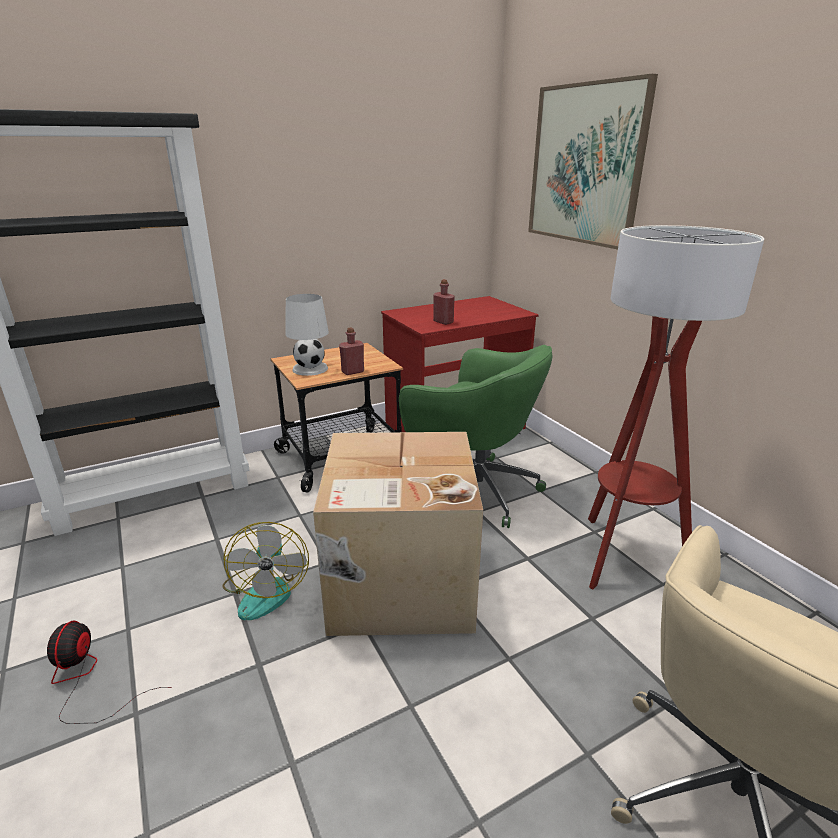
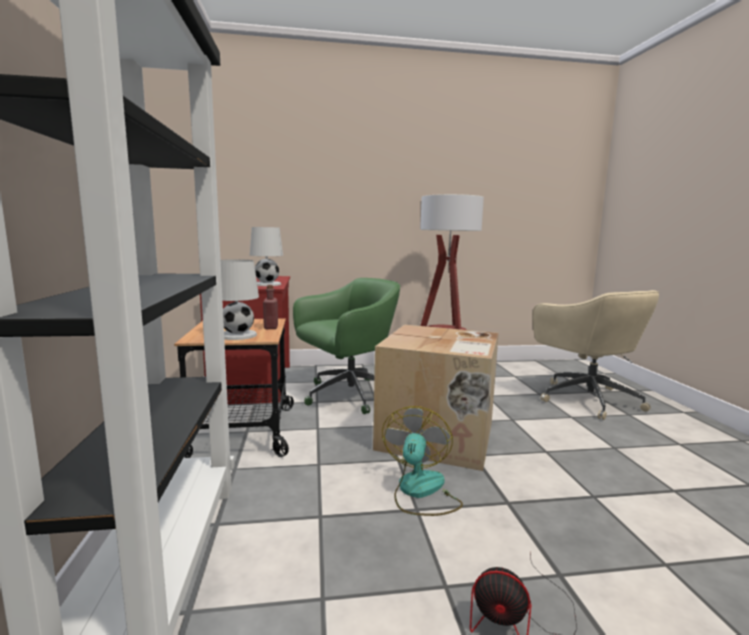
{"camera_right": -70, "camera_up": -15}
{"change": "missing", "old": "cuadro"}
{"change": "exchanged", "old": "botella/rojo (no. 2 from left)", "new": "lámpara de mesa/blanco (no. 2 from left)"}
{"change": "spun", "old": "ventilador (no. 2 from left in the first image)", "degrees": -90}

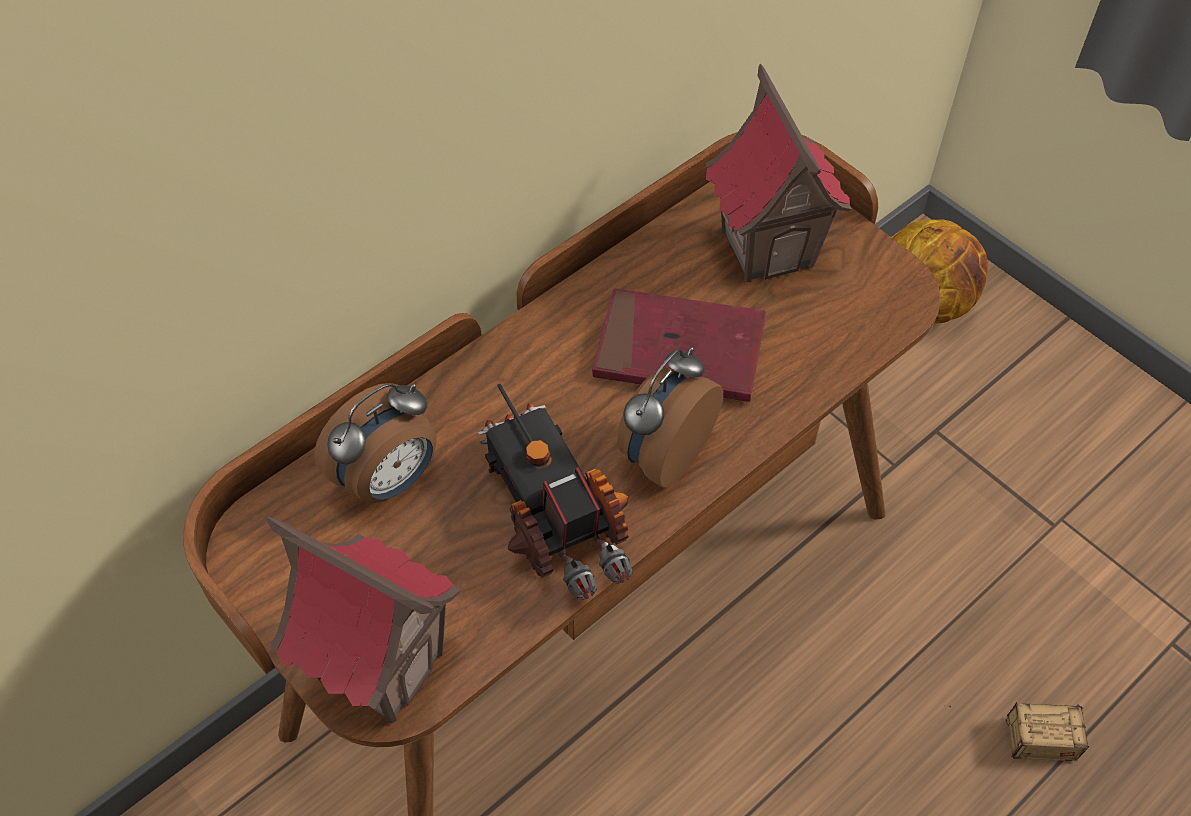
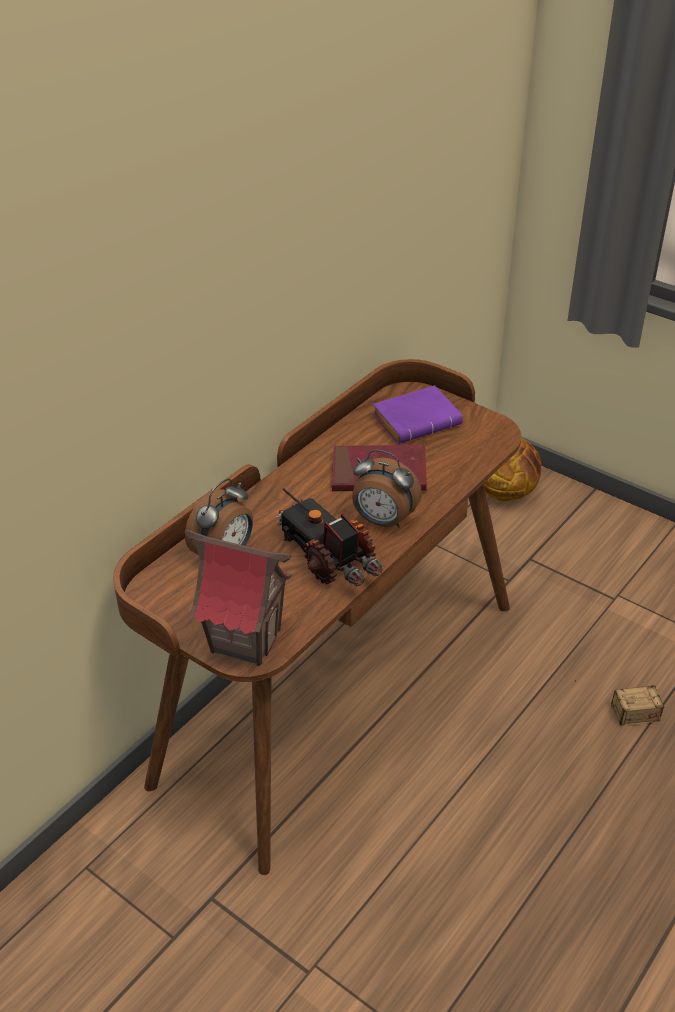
{"camera_right": -10, "camera_up": -15}
{"change": "exchanged", "old": "casita (no. 2 from left)", "new": "libro/morado"}
{"change": "spun", "old": "despertador (no. 2 from left)", "degrees": -90}

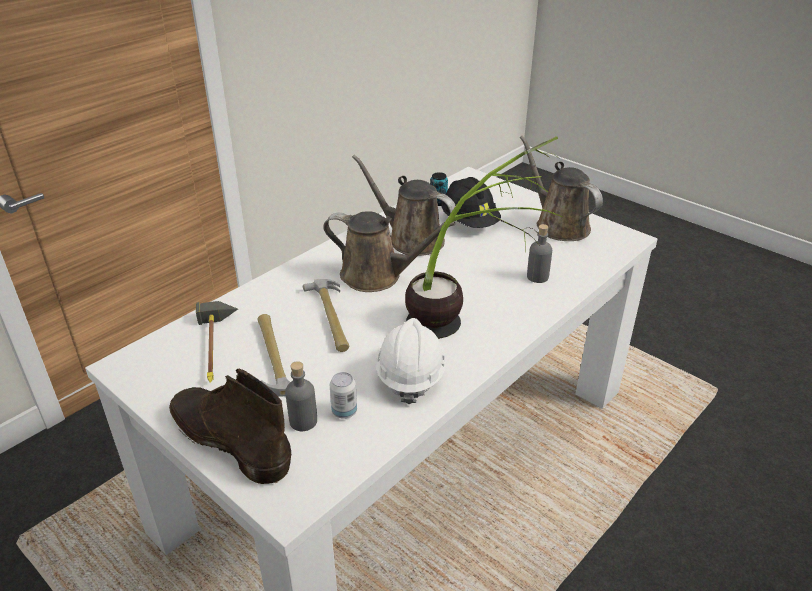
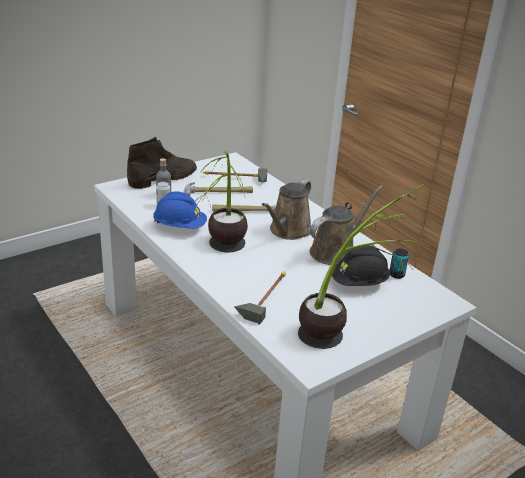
{"camera_right": 100, "camera_up": -5}
{"change": "exchanged", "old": "regadera/marrón (no. 3 from left)", "new": "planta en maceta (no. 2 from left)"}
{"change": "exchanged", "old": "botella/gris (no. 2 from left)", "new": "martillo (no. 4 from left)"}
{"change": "colour", "old": "casco/blanco", "new": "casco/azul"}

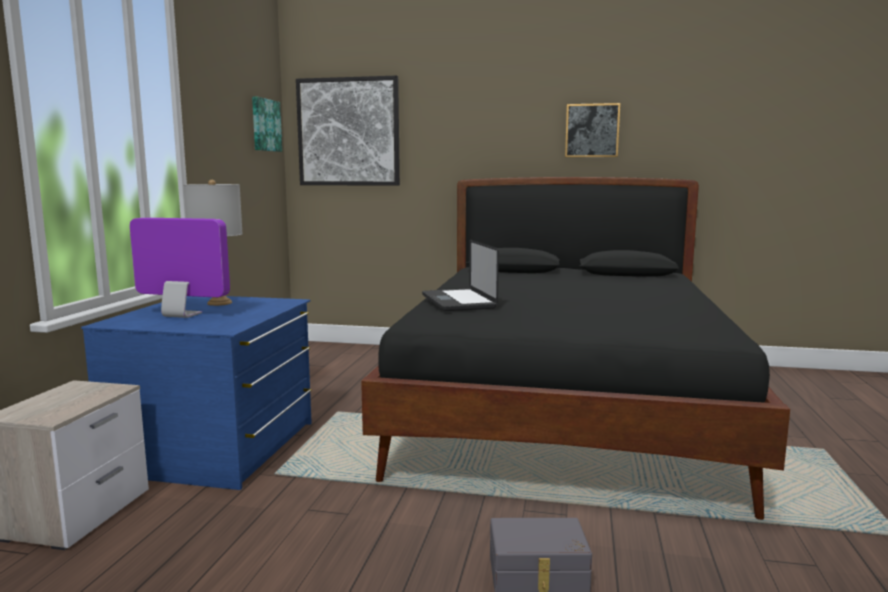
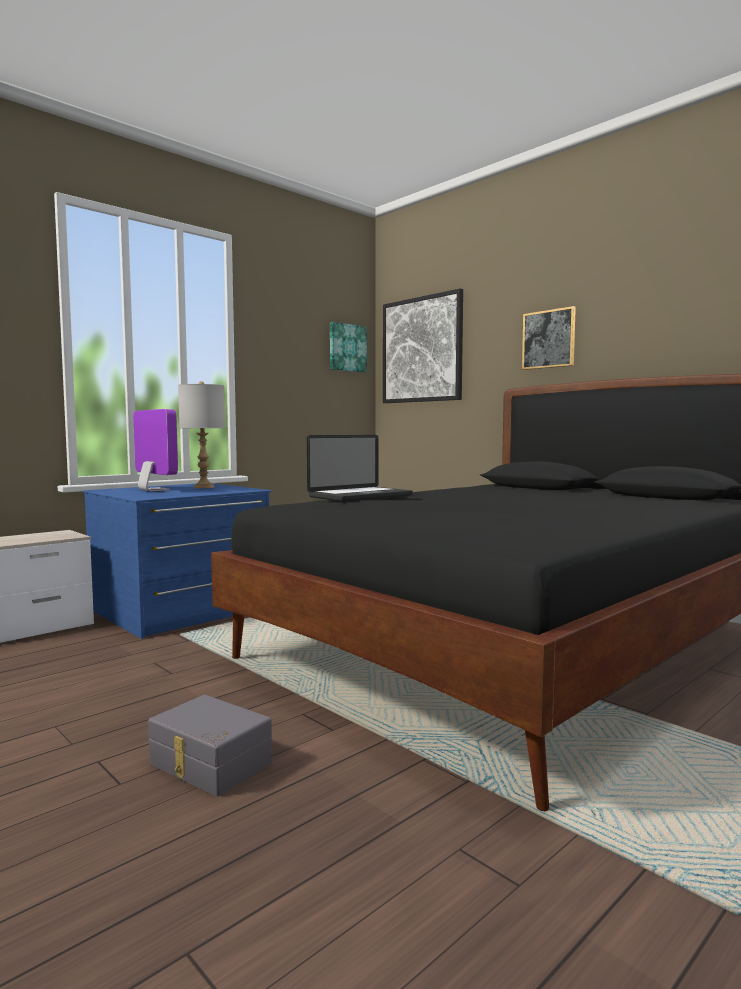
{"camera_right": 35, "camera_up": -5}
{"change": "relocated", "old": "cuadro (no. 3 from left)"}
{"change": "spun", "old": "portátil", "degrees": -150}

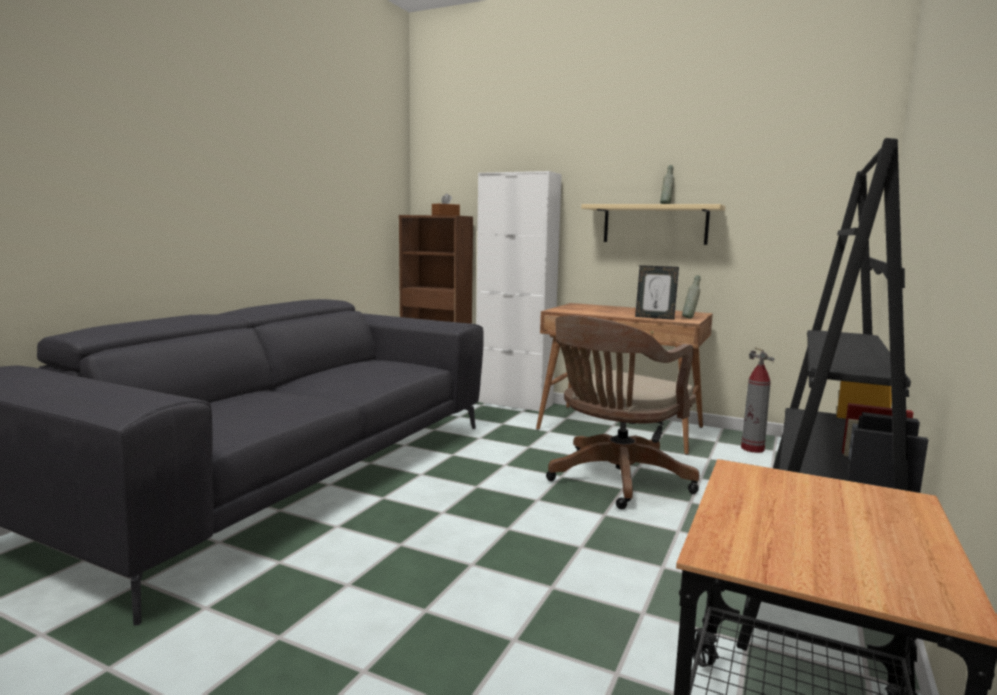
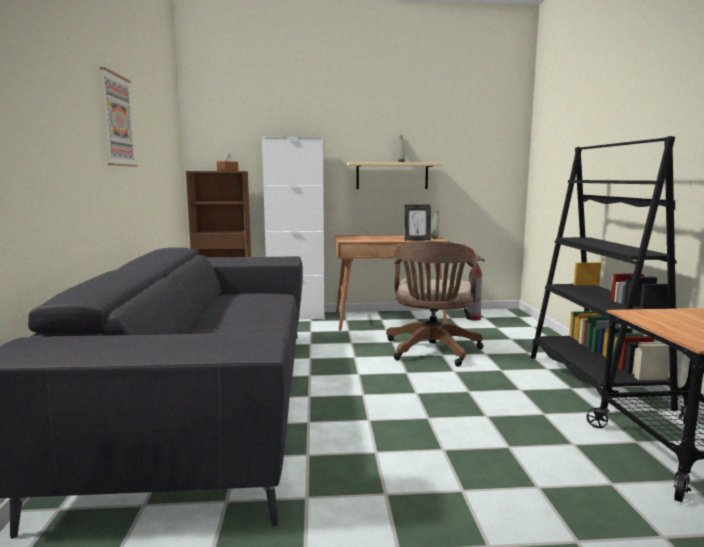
{"camera_right": -30, "camera_up": 0}
{"change": "appeared", "new": "cuadro"}

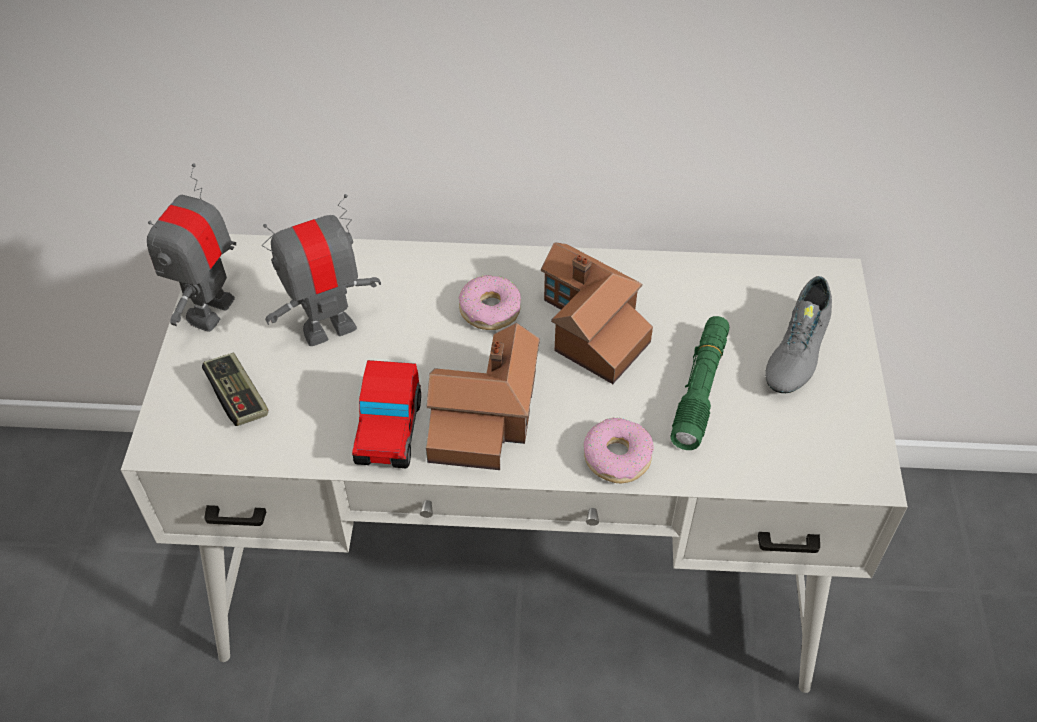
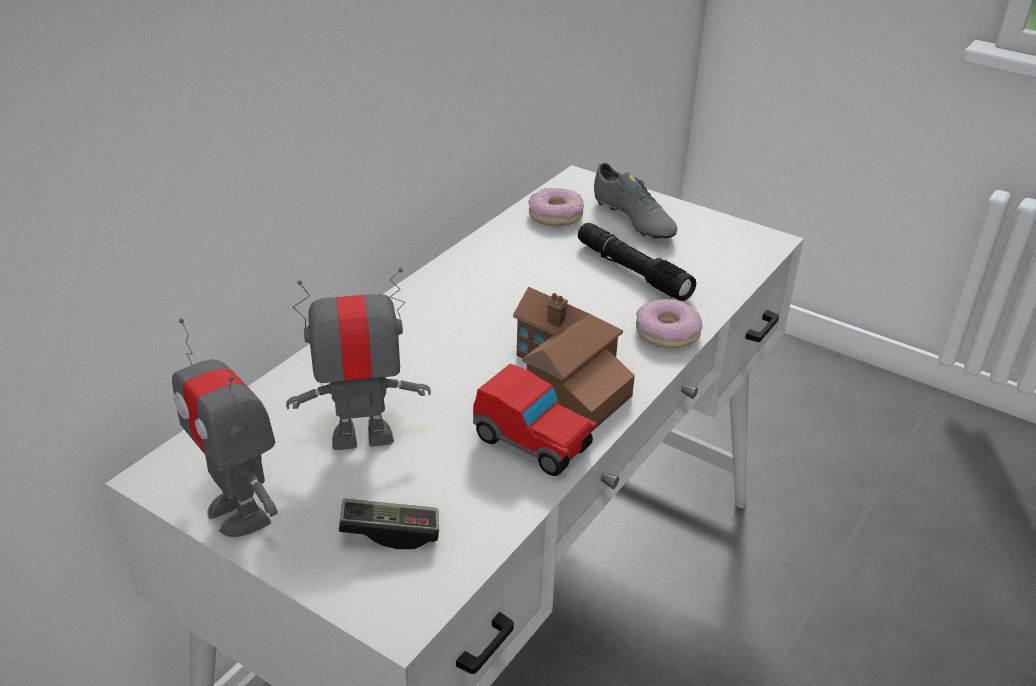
{"camera_right": -60, "camera_up": -15}
{"change": "spun", "old": "robot de juguete (no. 2 from left)", "degrees": 75}
{"change": "missing", "old": "casita (no. 2 from left)"}
{"change": "relocated", "old": "rosquilla (no. 1 from left)"}
{"change": "colour", "old": "linterna/verde", "new": "linterna/negro"}

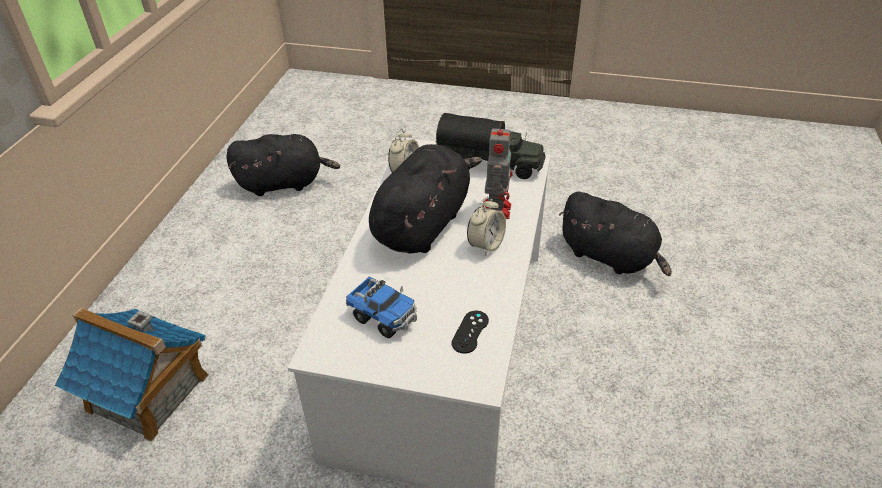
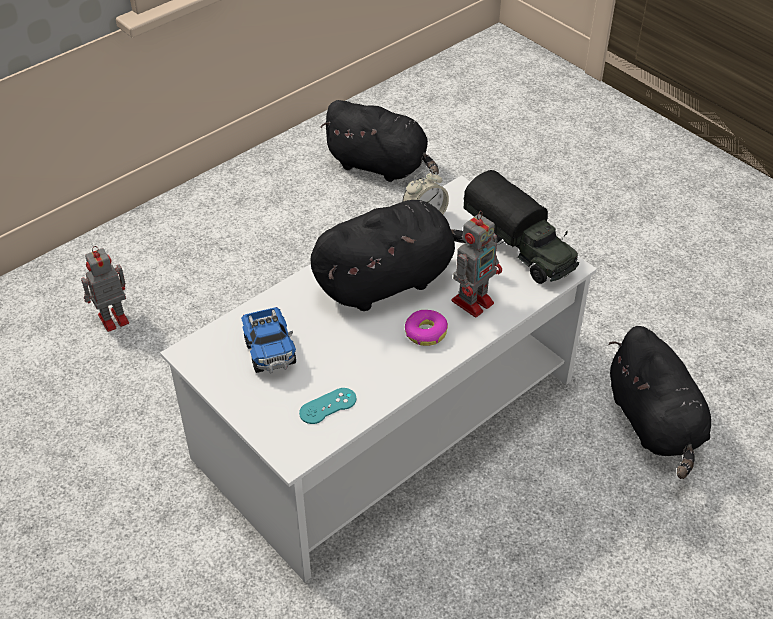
{"camera_right": 35, "camera_up": 5}
{"change": "exchanged", "old": "despertador (no. 2 from left)", "new": "rosquilla"}
{"change": "exchanged", "old": "casita", "new": "robot de juguete (no. 1 from left)"}
{"change": "colour", "old": "mando de consola/negro", "new": "mando de consola/turquesa"}

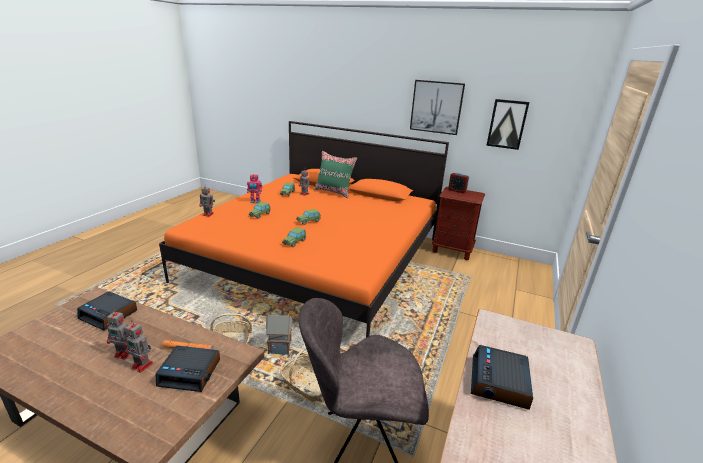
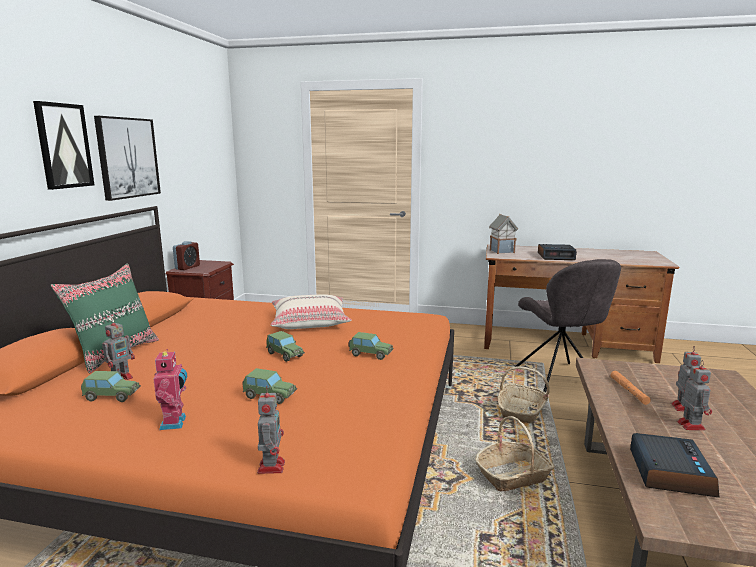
{"camera_right": -100, "camera_up": -10}
{"change": "relocated", "old": "cuadro (no. 2 from left in the first image)", "new": "cuadro (no. 1 from left)"}
{"change": "relocated", "old": "casita"}
{"change": "missing", "old": "despertador (no. 2 from left)"}
{"change": "appeared", "new": "cojín/beis"}

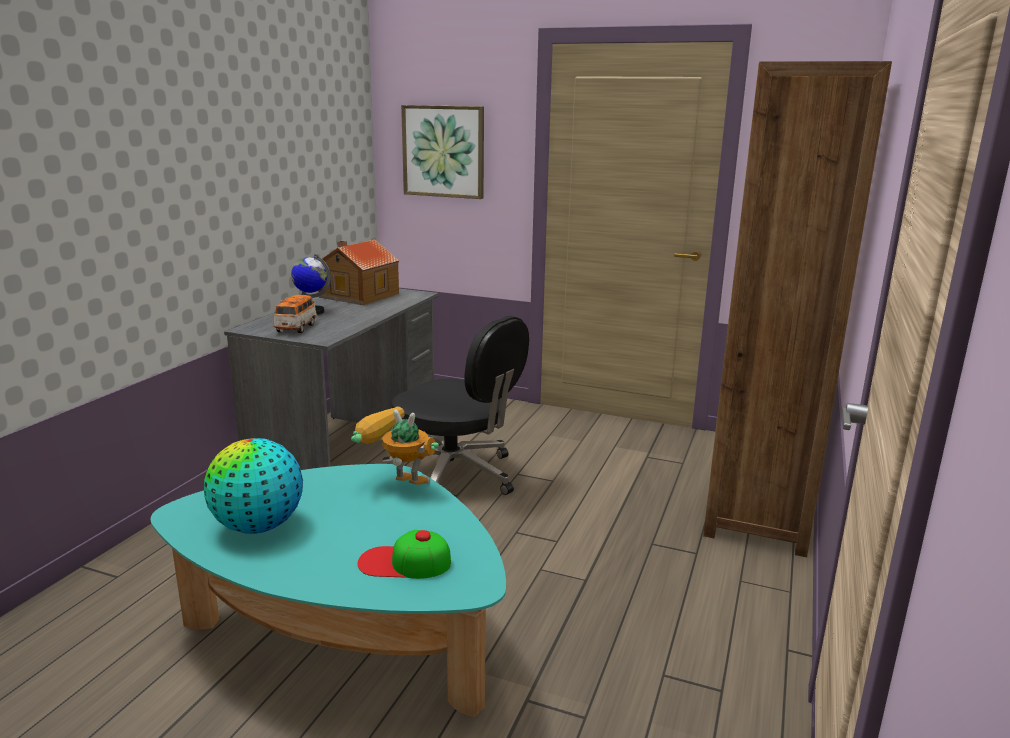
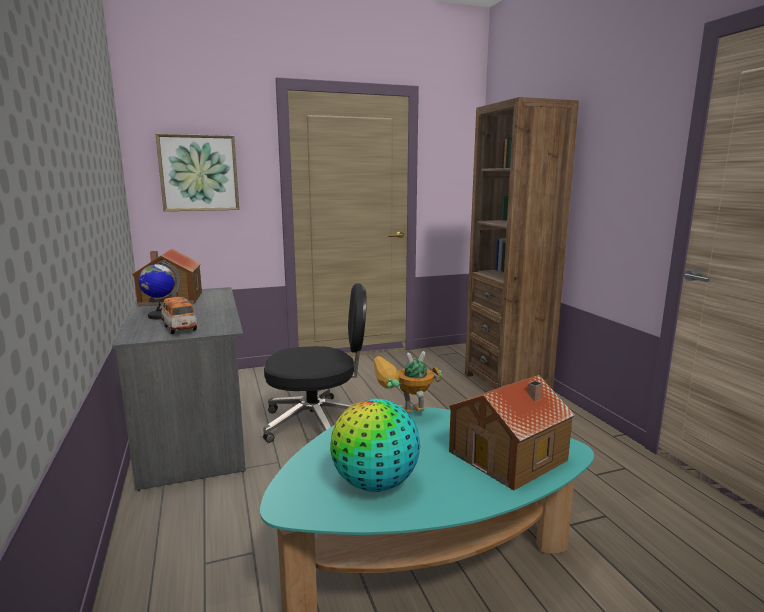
{"camera_right": -40, "camera_up": -5}
{"change": "exchanged", "old": "gorra", "new": "casita (no. 2 from left)"}

